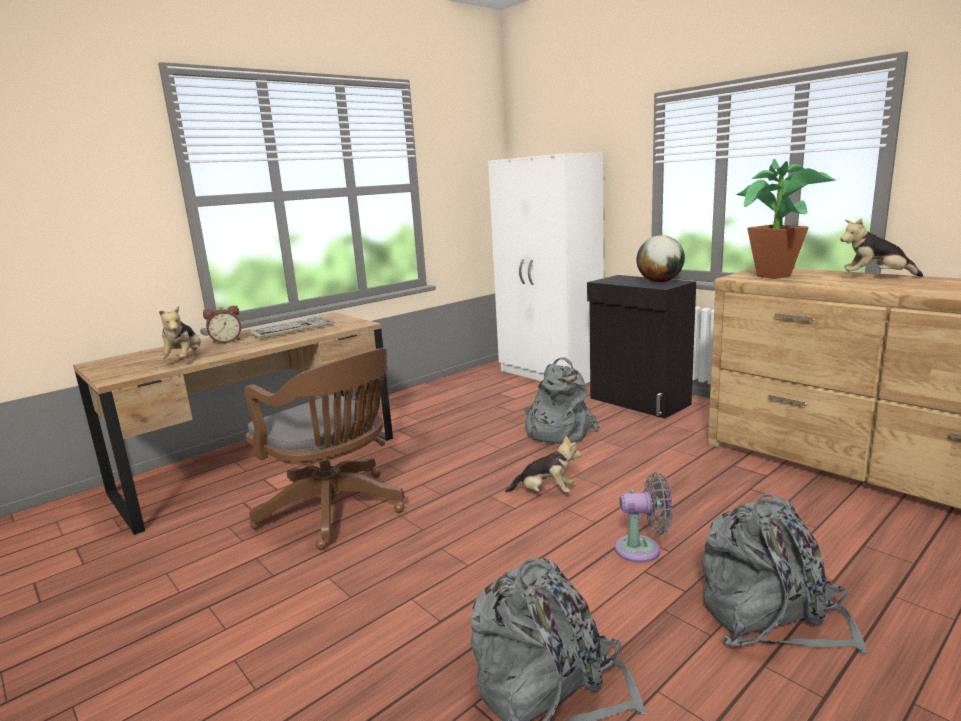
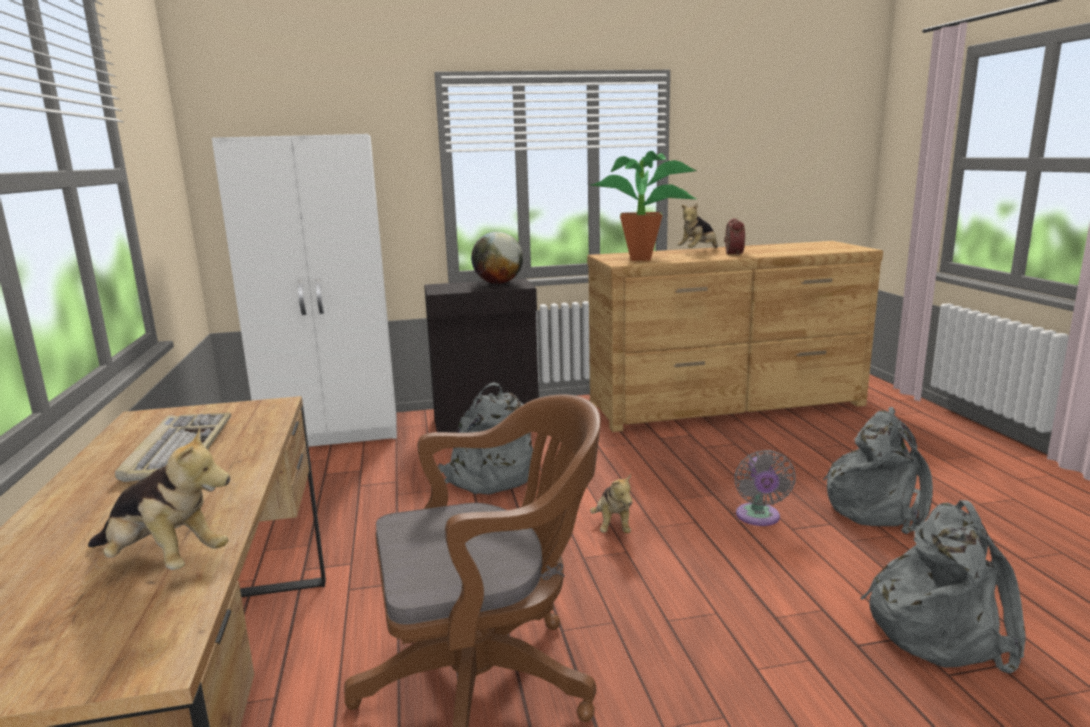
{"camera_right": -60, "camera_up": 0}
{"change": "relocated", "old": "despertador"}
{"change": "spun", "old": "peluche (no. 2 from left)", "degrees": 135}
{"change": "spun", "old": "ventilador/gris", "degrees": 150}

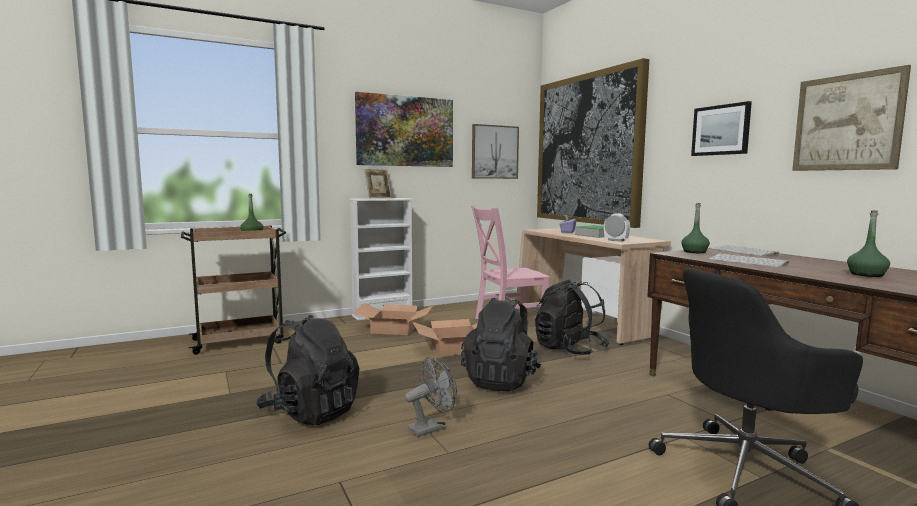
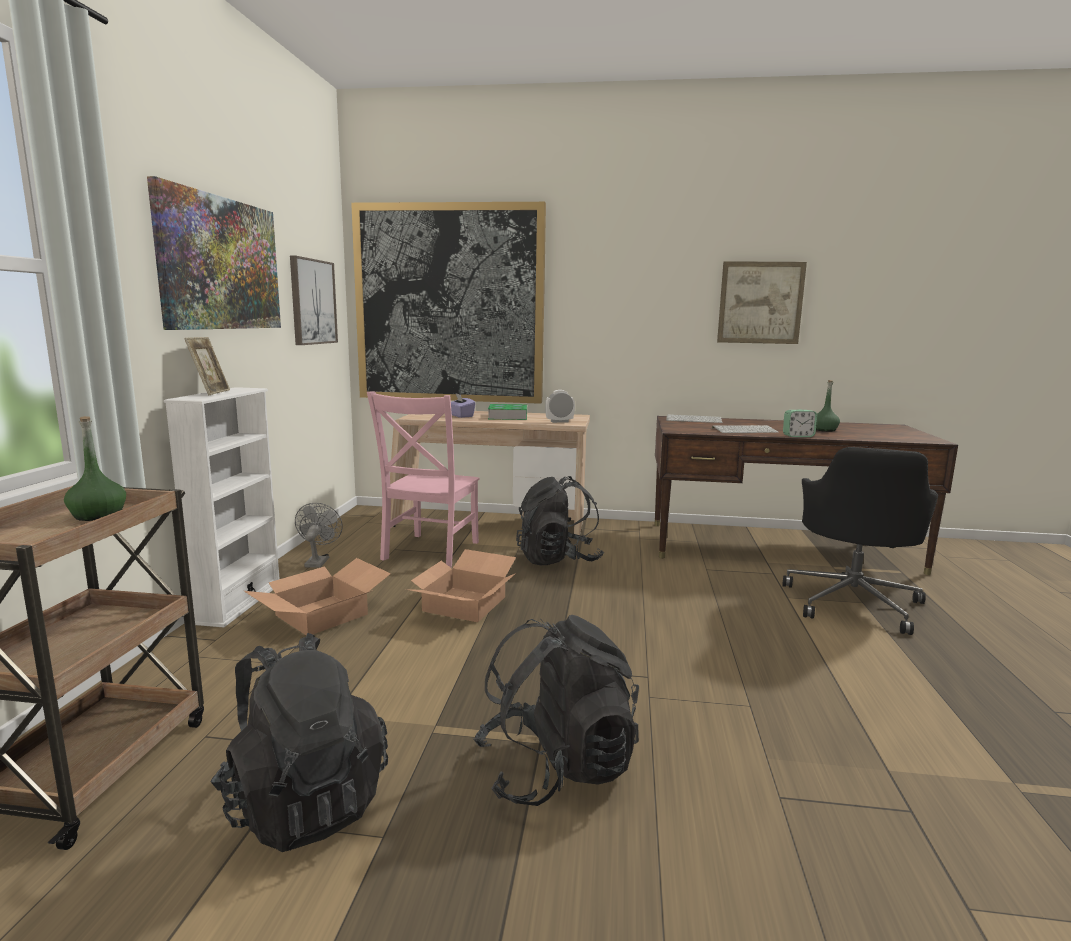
{"camera_right": -55, "camera_up": 5}
{"change": "missing", "old": "cuadro (no. 4 from left)"}
{"change": "missing", "old": "botella/verde (no. 2 from left)"}
{"change": "relocated", "old": "mochila/negro (no. 2 from left in the first image)", "new": "mochila/negro (no. 1 from left)"}
{"change": "relocated", "old": "ventilador/gris"}
{"change": "appeared", "new": "despertador (no. 2 from left)"}

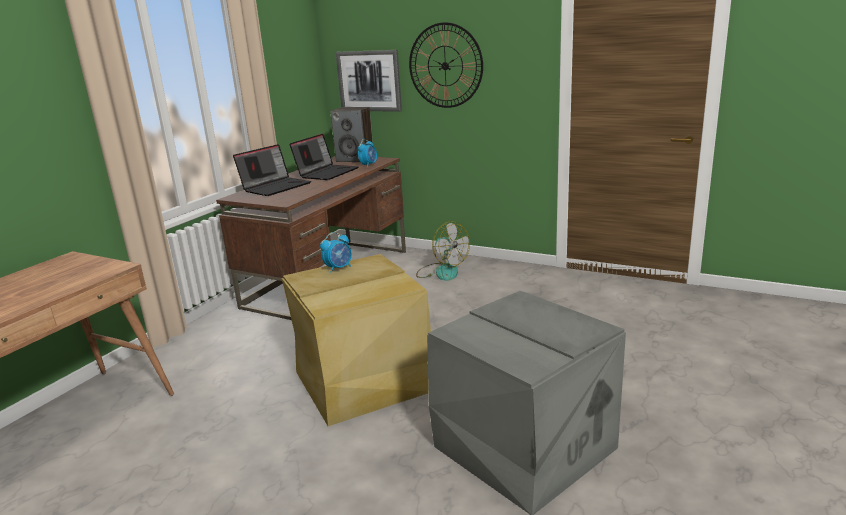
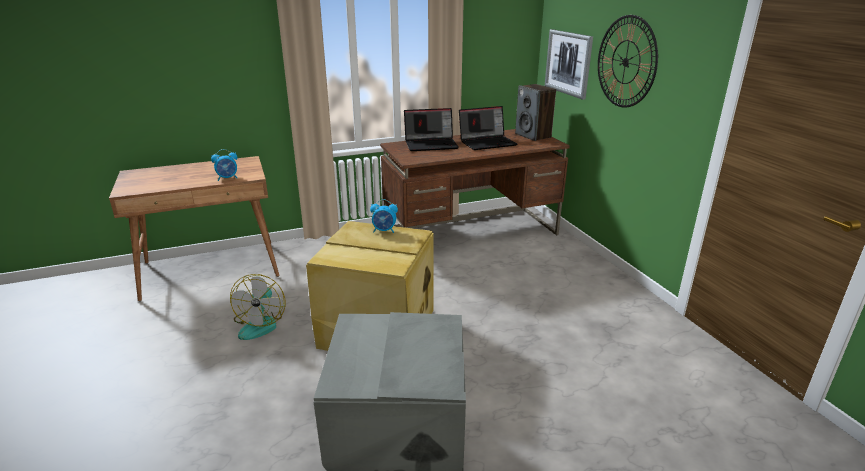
{"camera_right": 40, "camera_up": 5}
{"change": "relocated", "old": "despertador (no. 2 from left in the first image)", "new": "despertador (no. 1 from left)"}
{"change": "relocated", "old": "ventilador"}

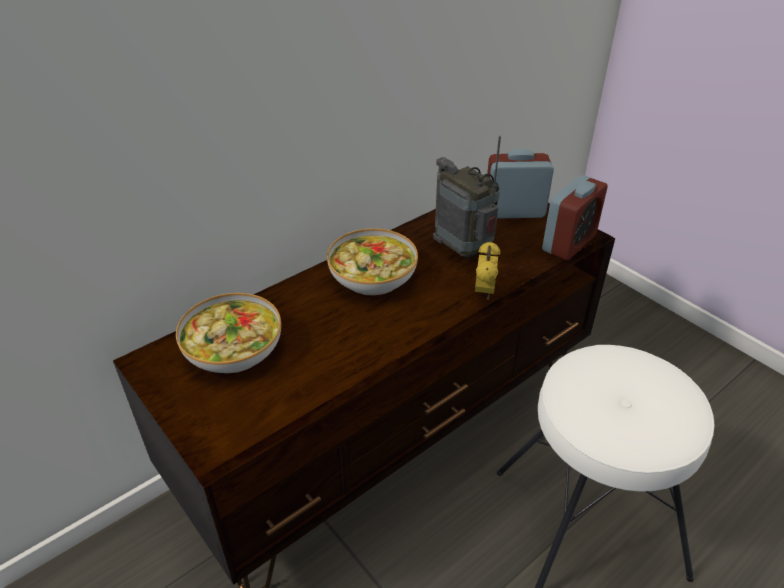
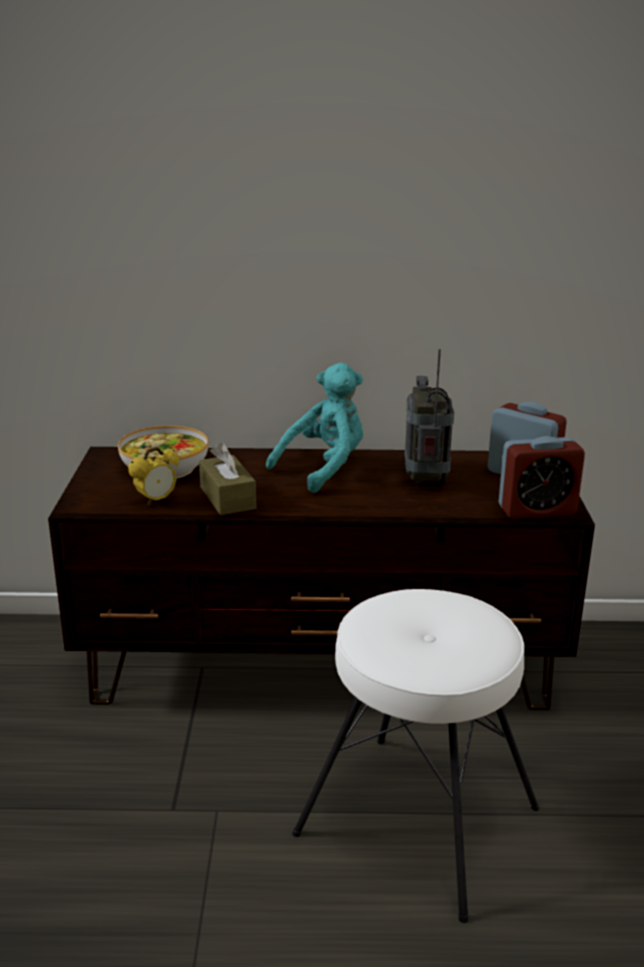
{"camera_right": 40, "camera_up": -15}
{"change": "exchanged", "old": "cuenco (no. 2 from left)", "new": "peluche/turquesa"}
{"change": "relocated", "old": "despertador (no. 1 from left)"}
{"change": "appeared", "new": "caja de pañuelos/marrón"}

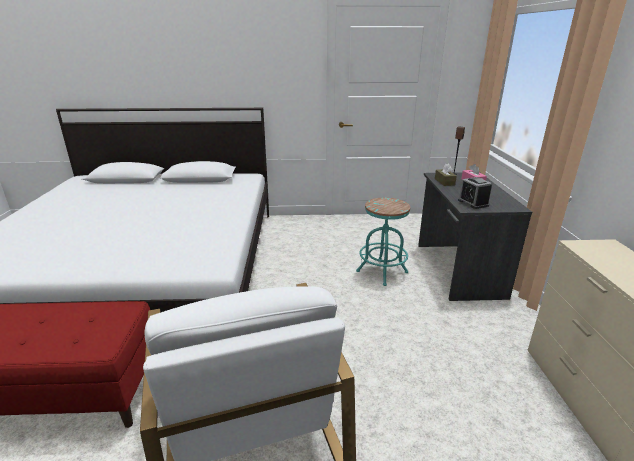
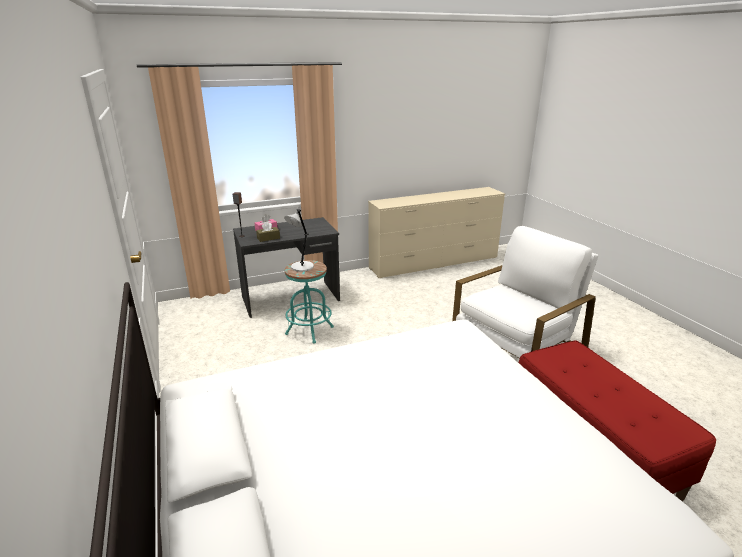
{"camera_right": -110, "camera_up": 0}
{"change": "missing", "old": "despertador"}
{"change": "appeared", "new": "lámpara de mesa/gris"}

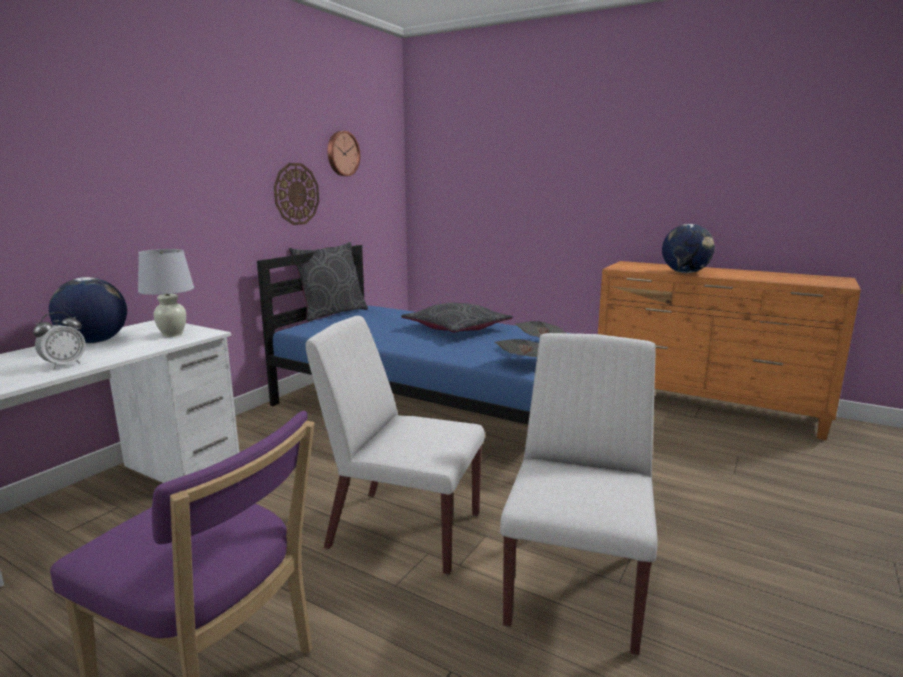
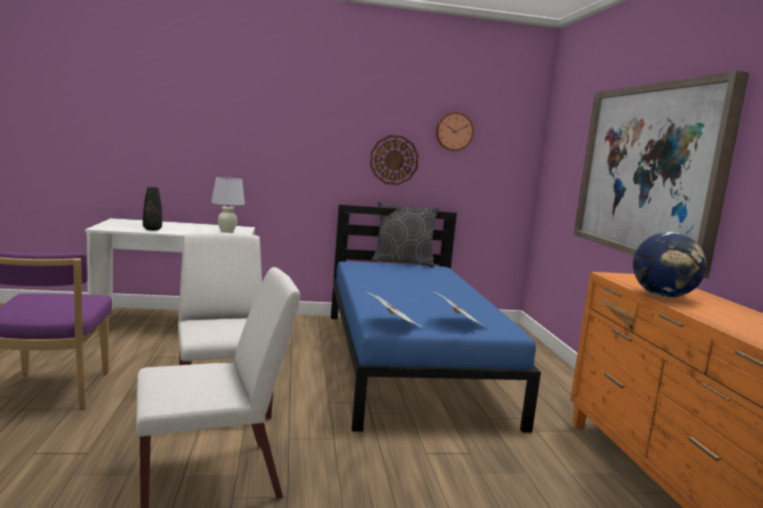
{"camera_right": 50, "camera_up": -5}
{"change": "missing", "old": "globo terráqueo (no. 1 from left)"}
{"change": "missing", "old": "cojín/gris (no. 2 from left)"}
{"change": "exchanged", "old": "despertador", "new": "florero/negro"}
{"change": "appeared", "new": "cuadro"}

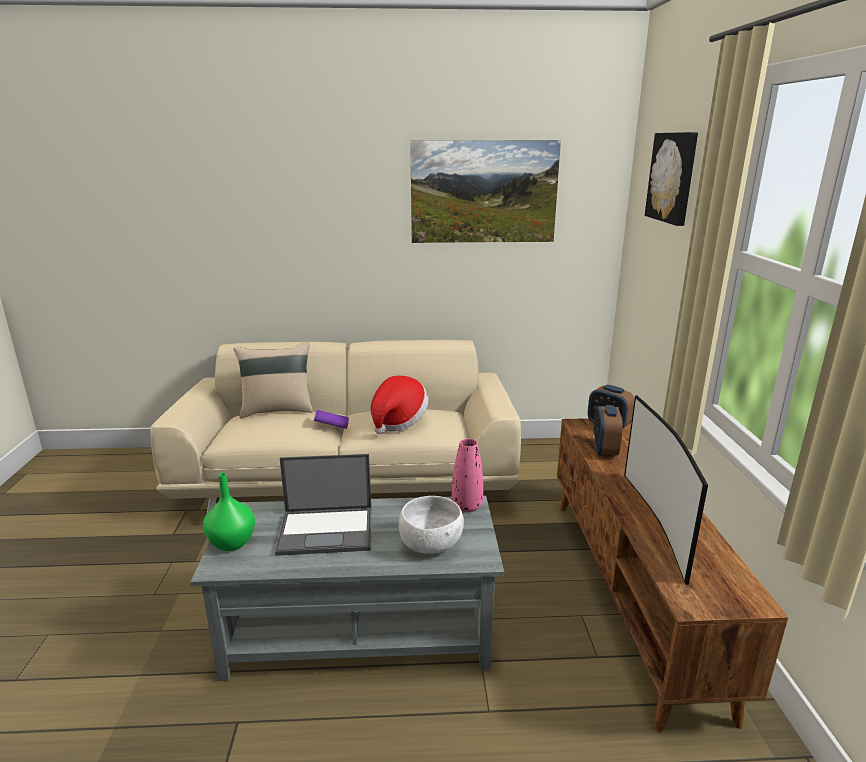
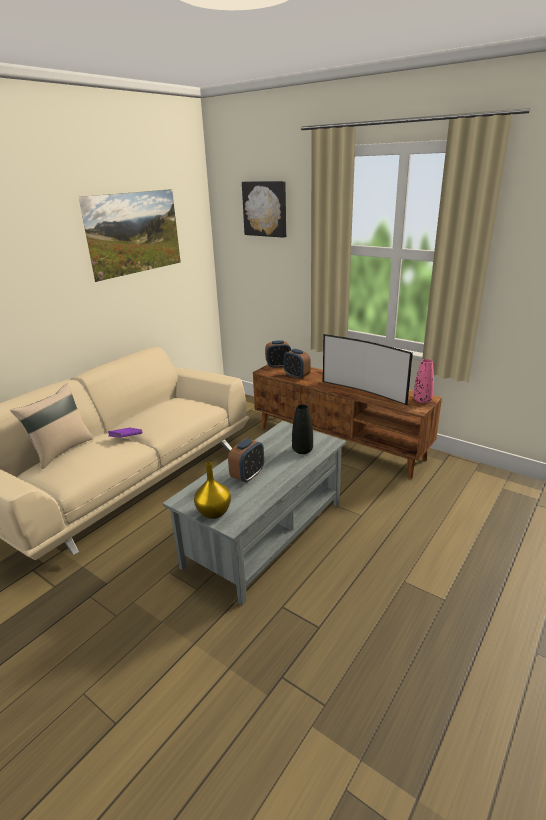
{"camera_right": -50, "camera_up": 5}
{"change": "missing", "old": "sombrero"}
{"change": "relocated", "old": "florero/rosa"}
{"change": "exchanged", "old": "portátil", "new": "despertador (no. 1 from left)"}
{"change": "colour", "old": "florero/verde", "new": "florero/amarillo"}
{"change": "exchanged", "old": "cuenco/blanco", "new": "florero/negro"}

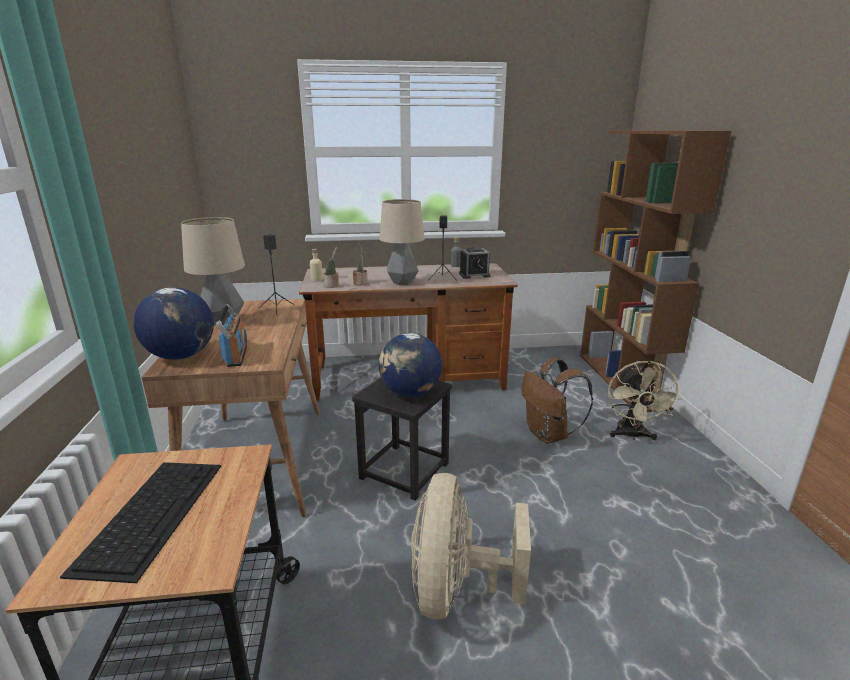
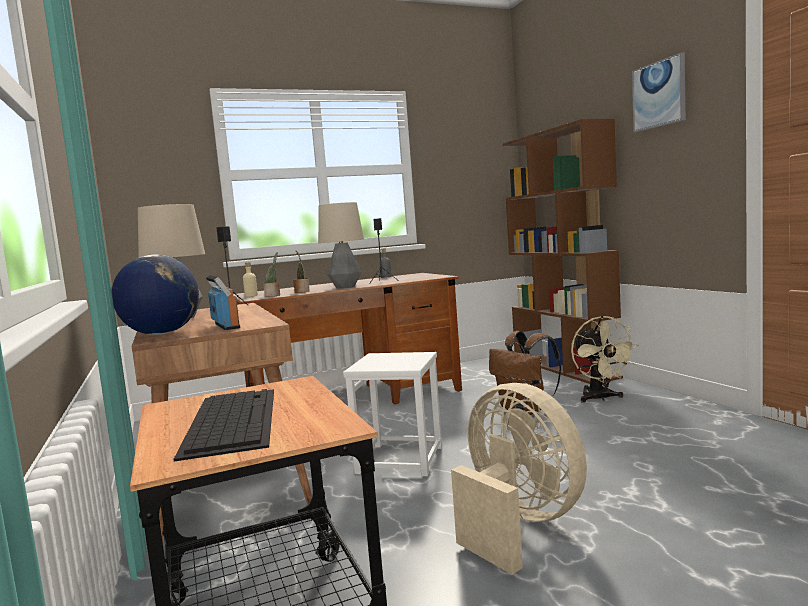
{"camera_right": -15, "camera_up": -15}
{"change": "missing", "old": "despertador"}
{"change": "missing", "old": "globo terráqueo (no. 2 from left)"}
{"change": "colour", "old": "taburete/negro", "new": "taburete/blanco"}
{"change": "spun", "old": "ventilador/beis (no. 1 from left)", "degrees": 150}
{"change": "appeared", "new": "cuadro"}

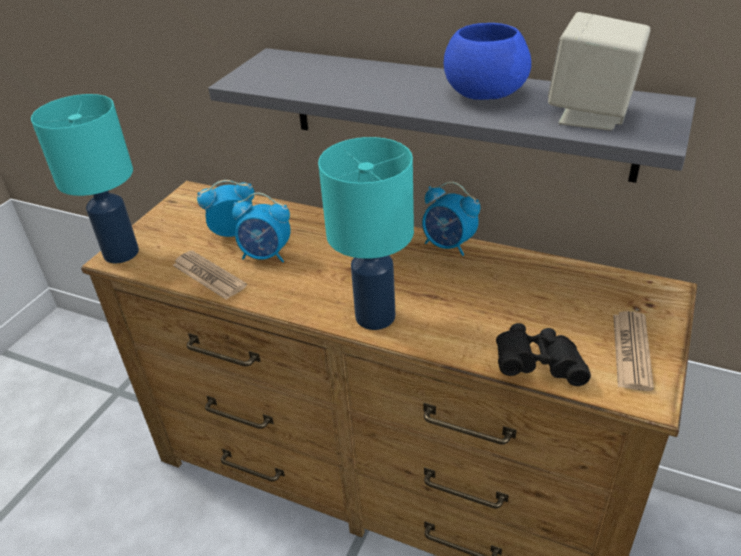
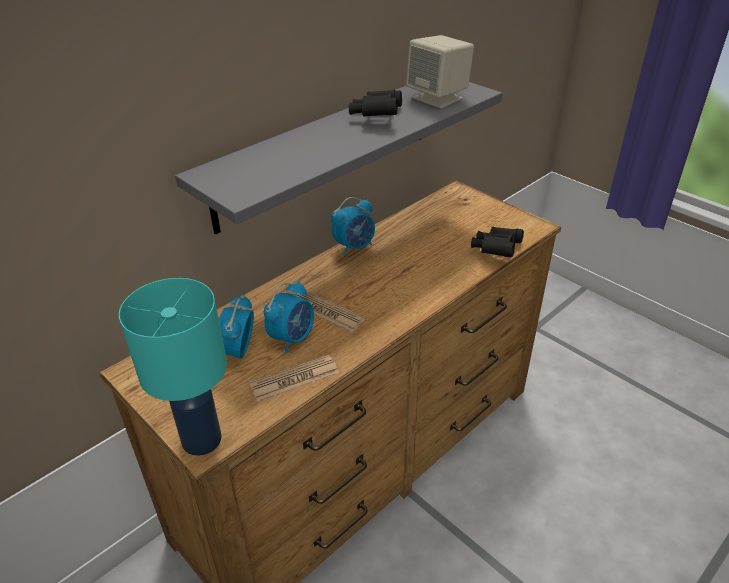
{"camera_right": -70, "camera_up": 0}
{"change": "exchanged", "old": "cuenco/azul", "new": "prismáticos/negro (no. 1 from left)"}
{"change": "missing", "old": "lámpara de mesa/turquesa (no. 2 from left)"}
{"change": "relocated", "old": "periódico (no. 2 from left)"}

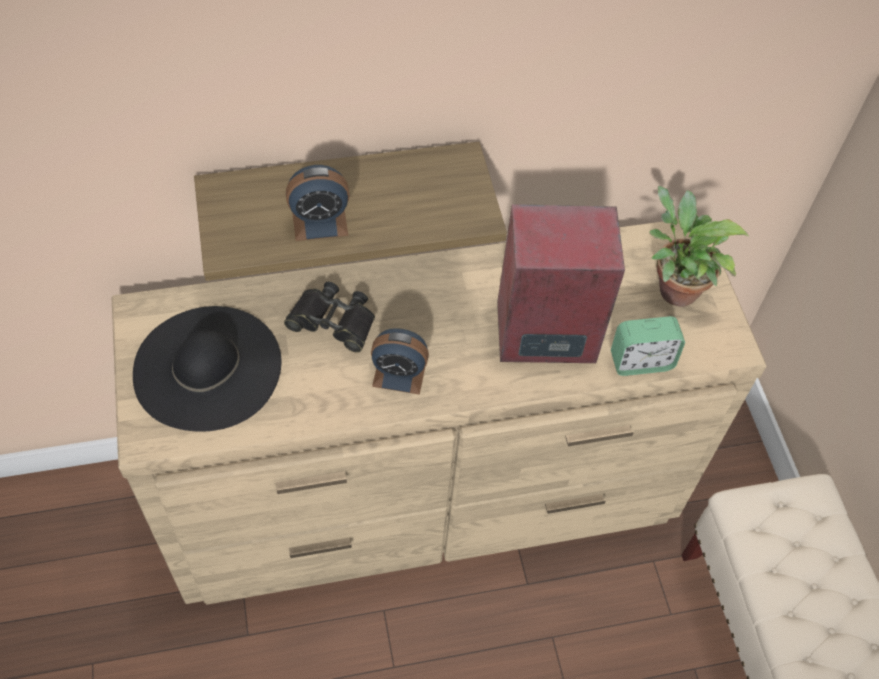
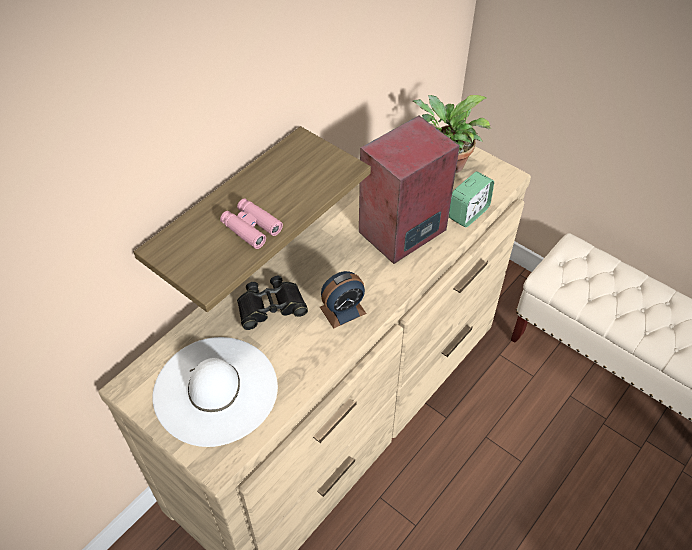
{"camera_right": -35, "camera_up": -5}
{"change": "exchanged", "old": "despertador (no. 1 from left)", "new": "prismáticos/rosa"}
{"change": "colour", "old": "sombrero/negro", "new": "sombrero/blanco"}

